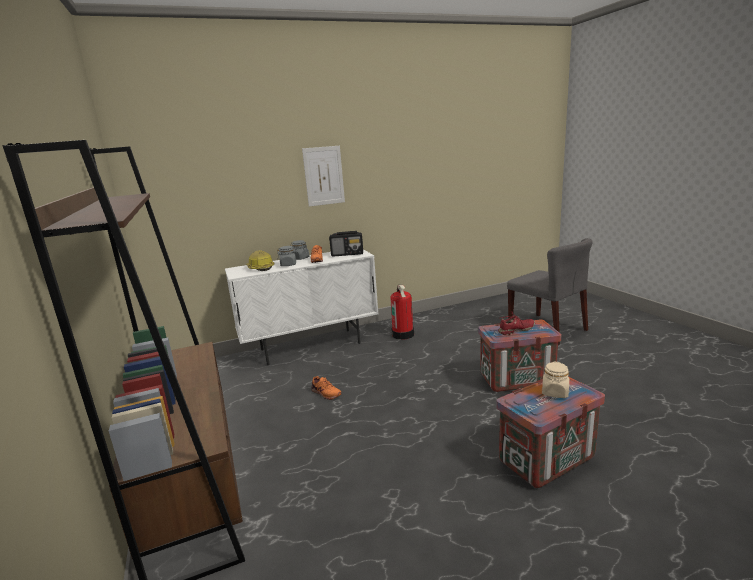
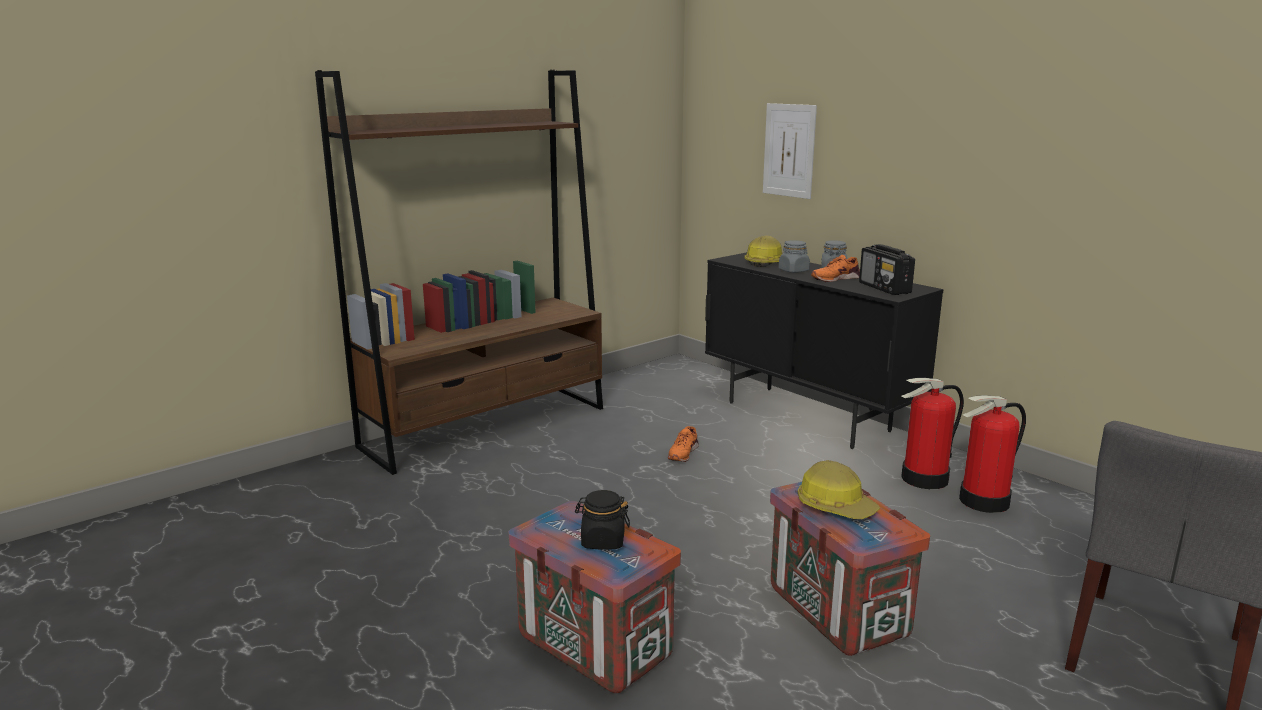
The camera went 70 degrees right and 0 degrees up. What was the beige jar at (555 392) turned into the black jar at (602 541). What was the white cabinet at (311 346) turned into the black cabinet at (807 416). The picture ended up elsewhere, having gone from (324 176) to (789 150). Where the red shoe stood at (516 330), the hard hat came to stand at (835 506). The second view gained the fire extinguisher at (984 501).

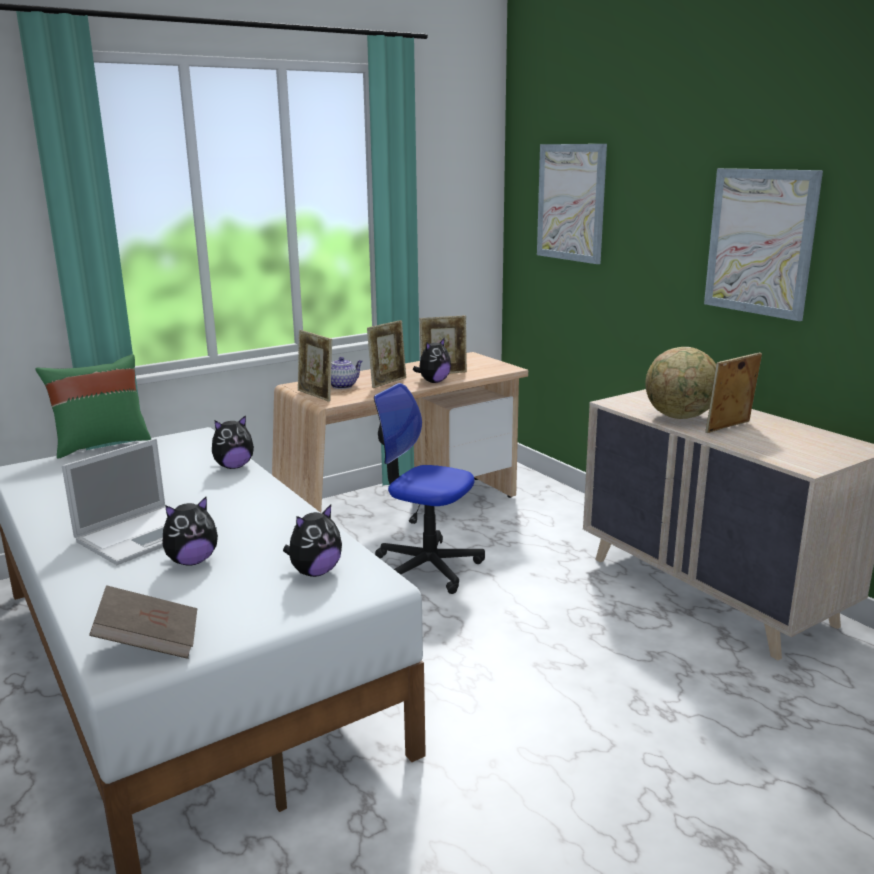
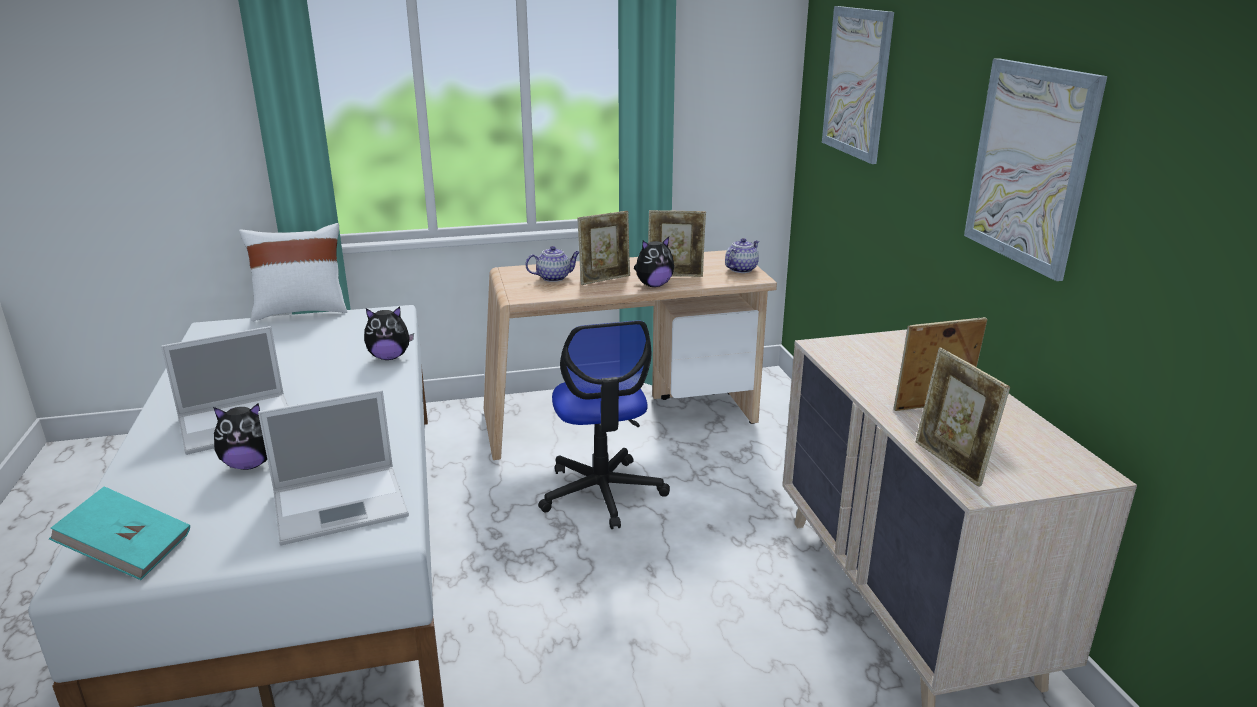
The camera went 20 degrees right and 5 degrees up. What was the brown book at (149 643) turned into the turquoise book at (129 552). What was the green pillow at (101 444) turned into the white pillow at (301 311). Where the plush toy stood at (315 572), the laptop came to stand at (343 504). The office chair at (427 567) ended up facing another way, 150 degrees counterclockwise from before. The second view gained the teapot at (741 269). The picture frame ended up elsewhere, having gone from (316 395) to (951 463). The second view lost the globe at (680 417).

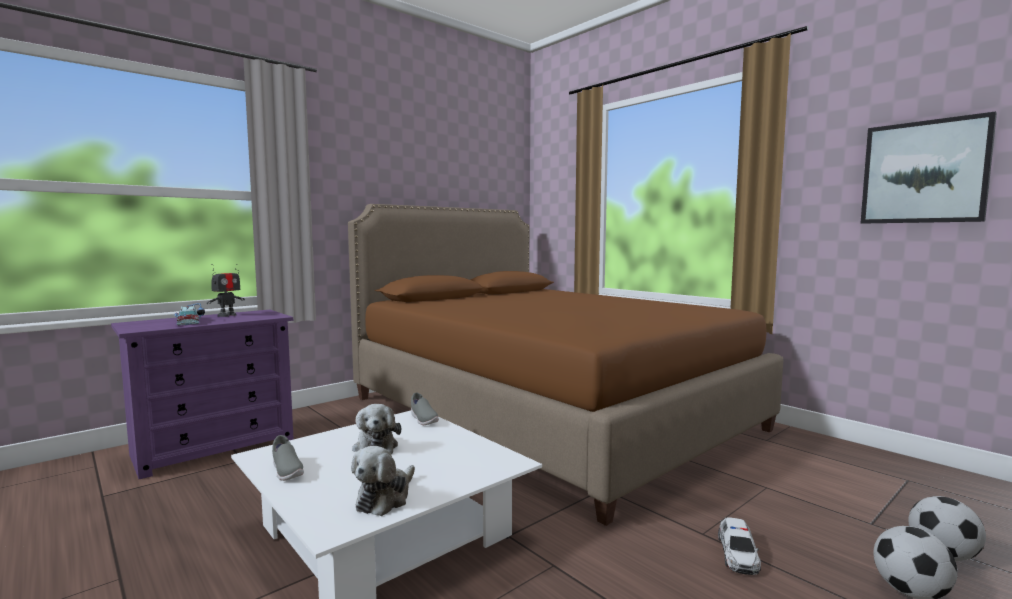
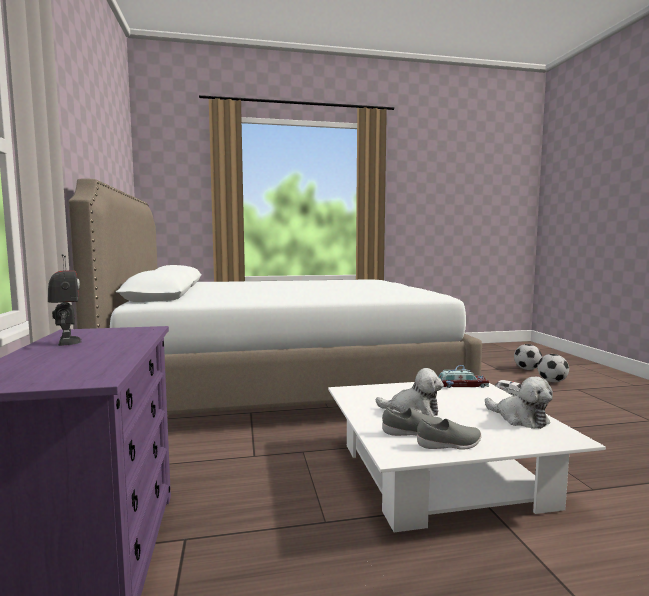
The camera went 60 degrees left and 0 degrees up. What was the brown bed at (546 413) turned into the white bed at (283 383). The grey shoe ended up elsewhere, having gone from (423 420) to (413 433). The toy car ended up elsewhere, having gone from (190 321) to (460 384). The second view lost the picture at (924 172).

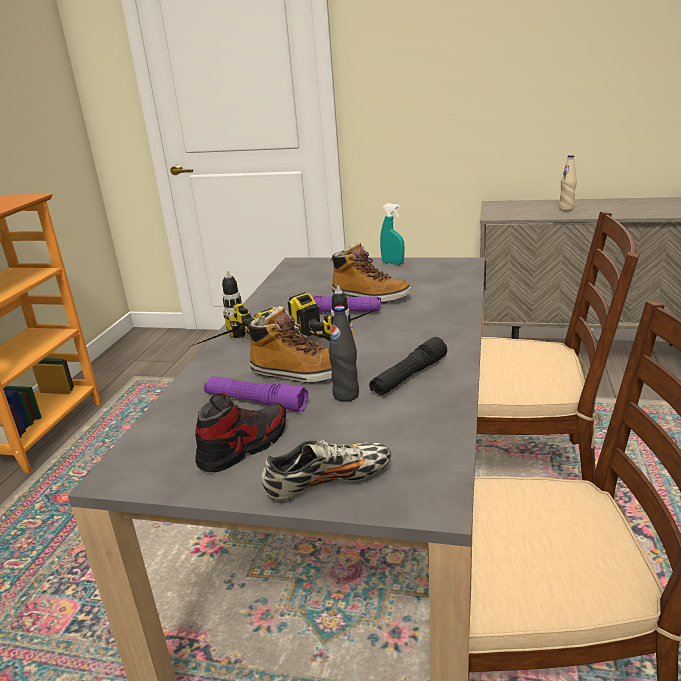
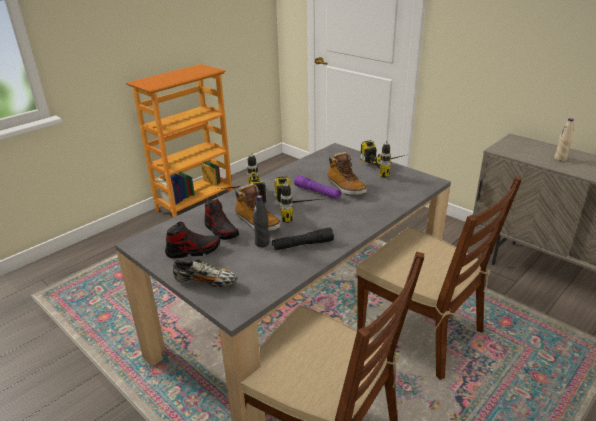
The camera went 30 degrees right and 5 degrees up. Where the purple flashlight stood at (256 402), the shoe came to stand at (221 230). Where the turquoise spray bottle stood at (392 263), the power drill came to stand at (388 167).

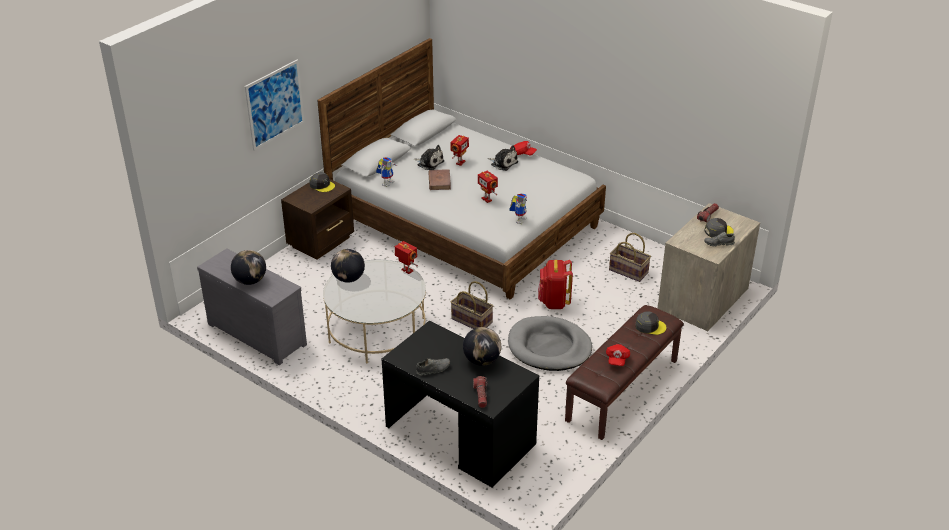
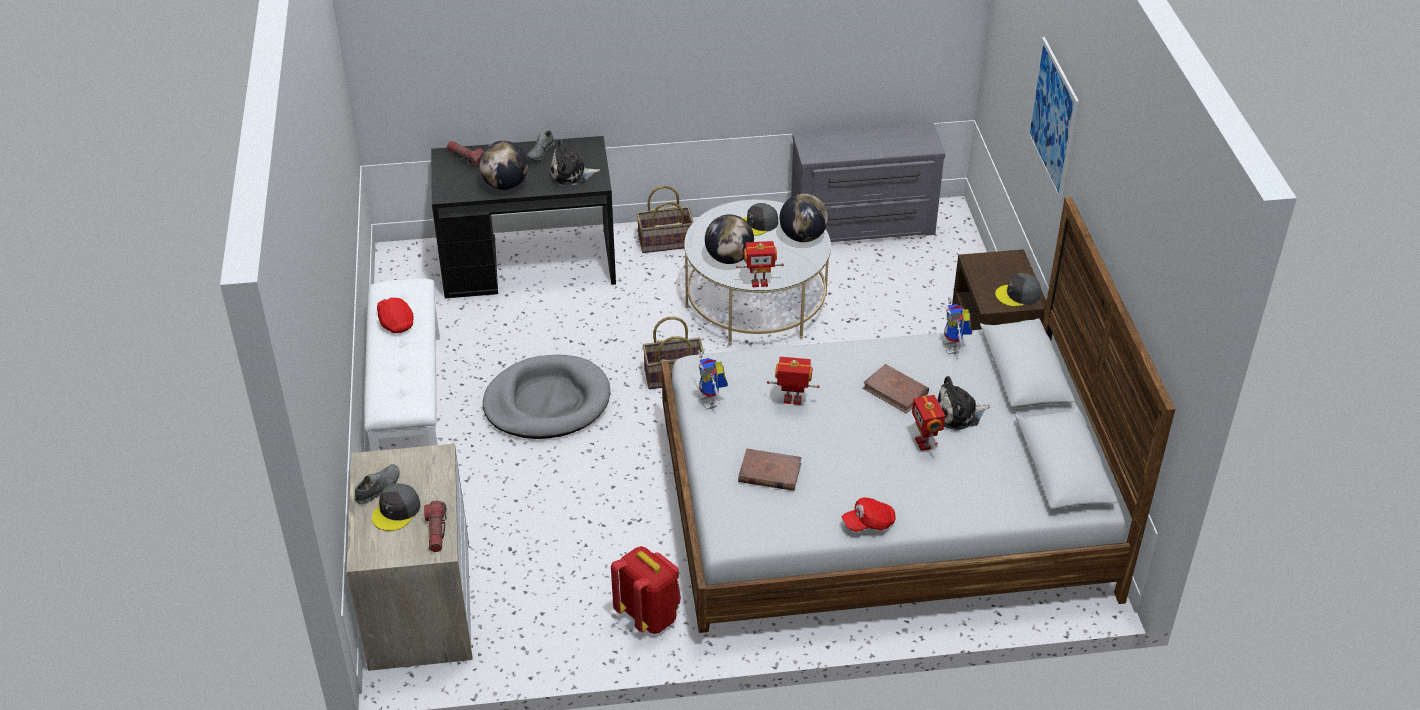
The camera went 135 degrees right and 5 degrees up. What was the brown bench at (623 390) turned into the white bench at (408 405). The plush toy ended up elsewhere, having gone from (503 163) to (571 174). The red backpack ended up elsewhere, having gone from (554 302) to (649 615). The basket ended up elsewhere, having gone from (629 271) to (665 243). The globe ended up elsewhere, having gone from (250 281) to (729 258). The second view gained the brown book at (769 473). The grey cap ended up elsewhere, having gone from (650 326) to (758 224).

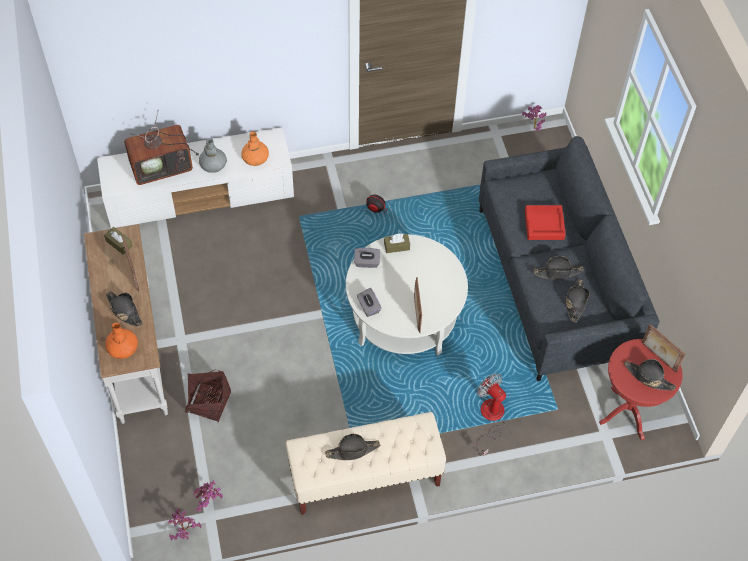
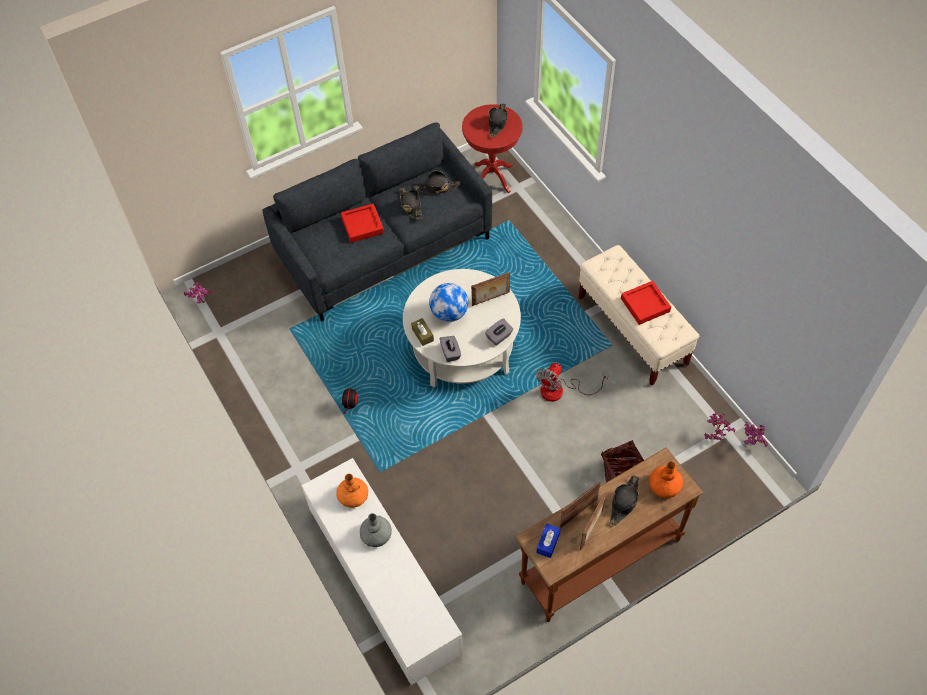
The camera went 105 degrees left and 0 degrees up. The second view gained the globe at (449 313). What was the white console table at (137 353) turned into the brown console table at (599 560). The fan ended up elsewhere, having gone from (490 418) to (560 390). What was the brown tissue box at (119 243) turned into the blue tissue box at (548 543). The picture frame ended up elsewhere, having gone from (658 357) to (591 530). Where the black hat stood at (353 450), the red tray came to stand at (645 305). The second view lost the television at (163 166).

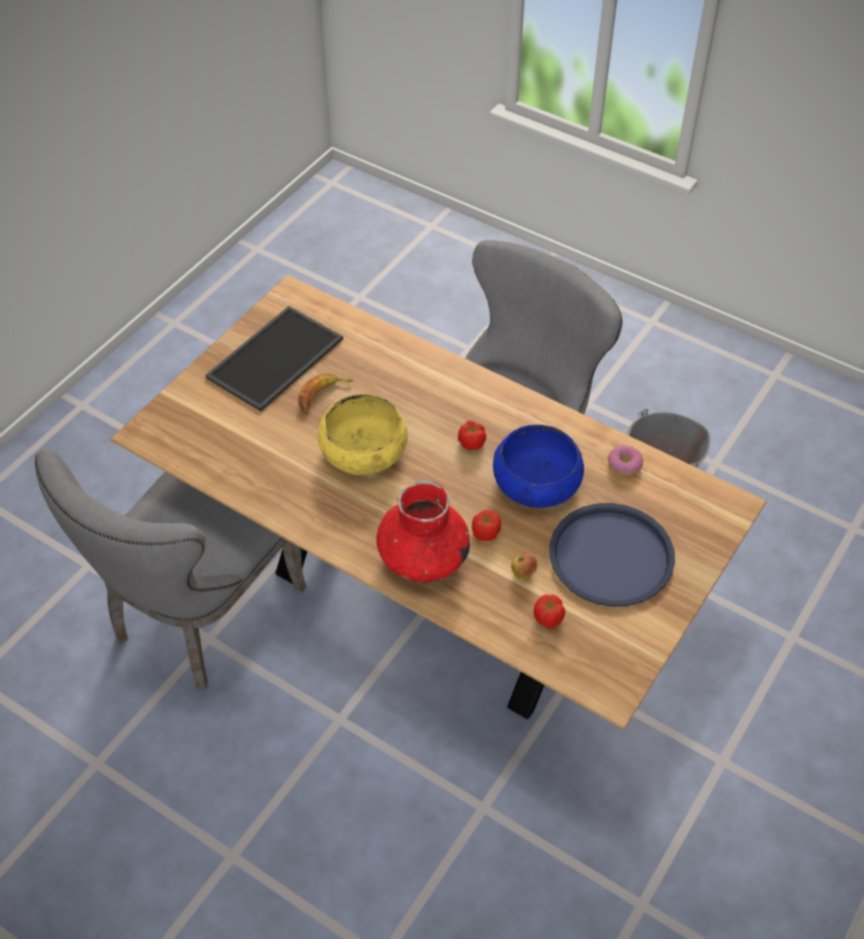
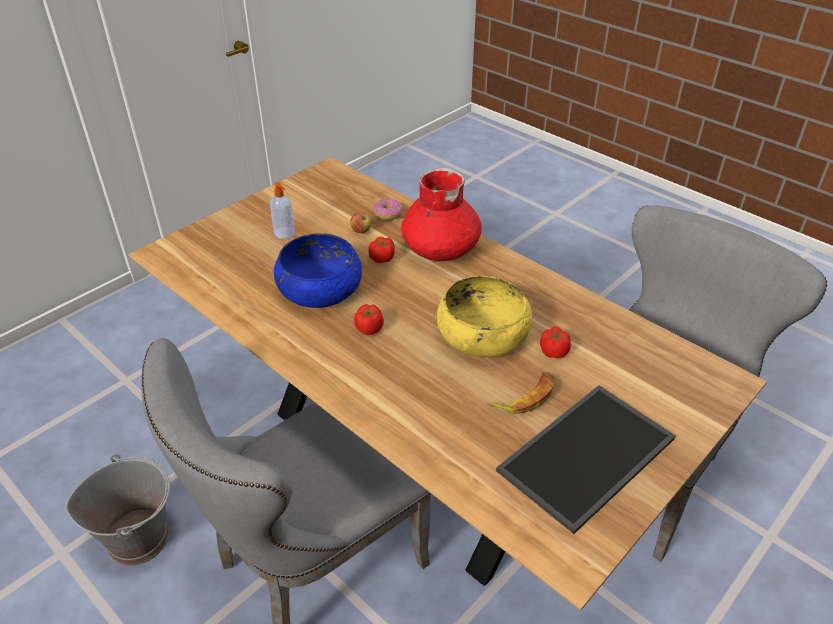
The camera went 170 degrees left and 10 degrees down. Where the blue tray stood at (611 556), the soap dispenser came to stand at (285 233). The donut ended up elsewhere, having gone from (624 465) to (388 214). The tomato ended up elsewhere, having gone from (548 618) to (554 351).

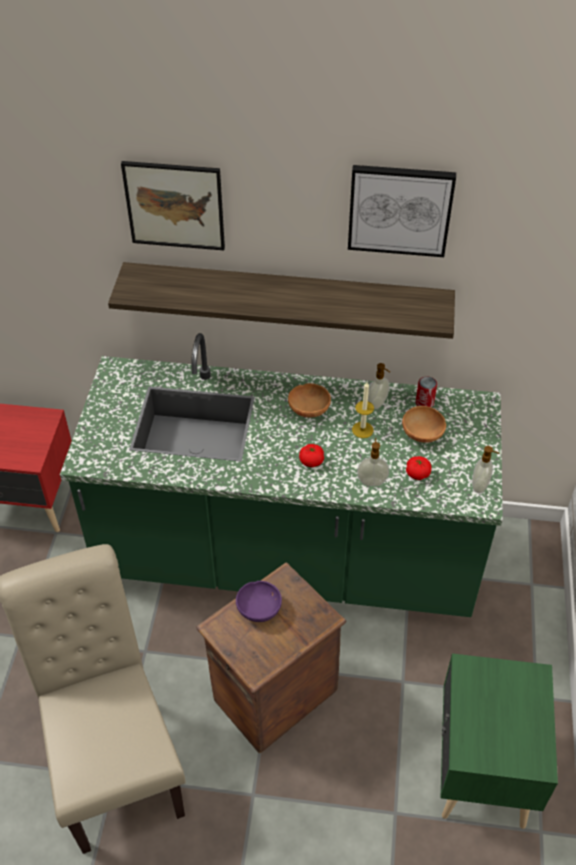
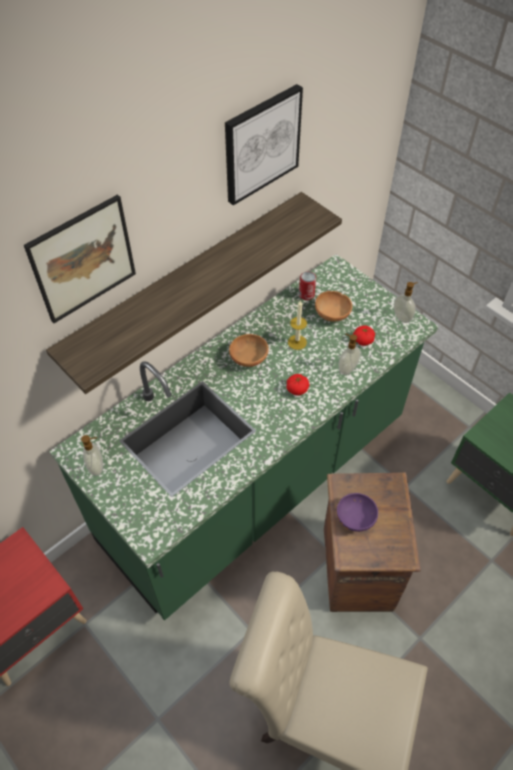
The camera went 50 degrees left and 5 degrees up. The soap dispenser ended up elsewhere, having gone from (378 404) to (97 467).

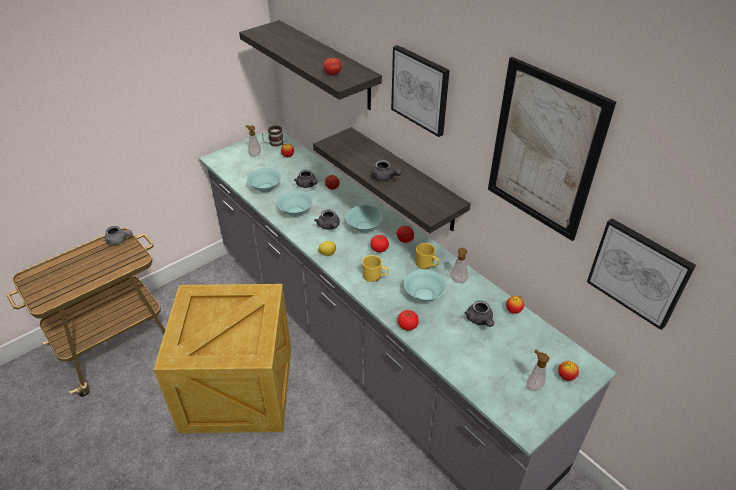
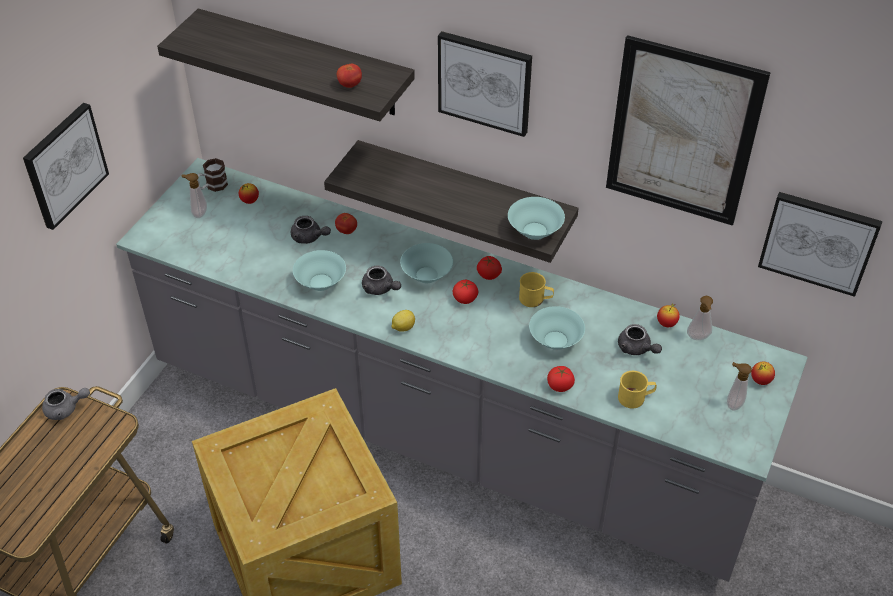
The camera went 25 degrees left and 5 degrees up. The second view gained the picture at (64 165). The turquoise bowl ended up elsewhere, having gone from (266 188) to (535 231). The yellow mug ended up elsewhere, having gone from (375 276) to (635 397). The soap dispenser ended up elsewhere, having gone from (458 281) to (698 338). The second view lost the grey teapot at (385 178).

